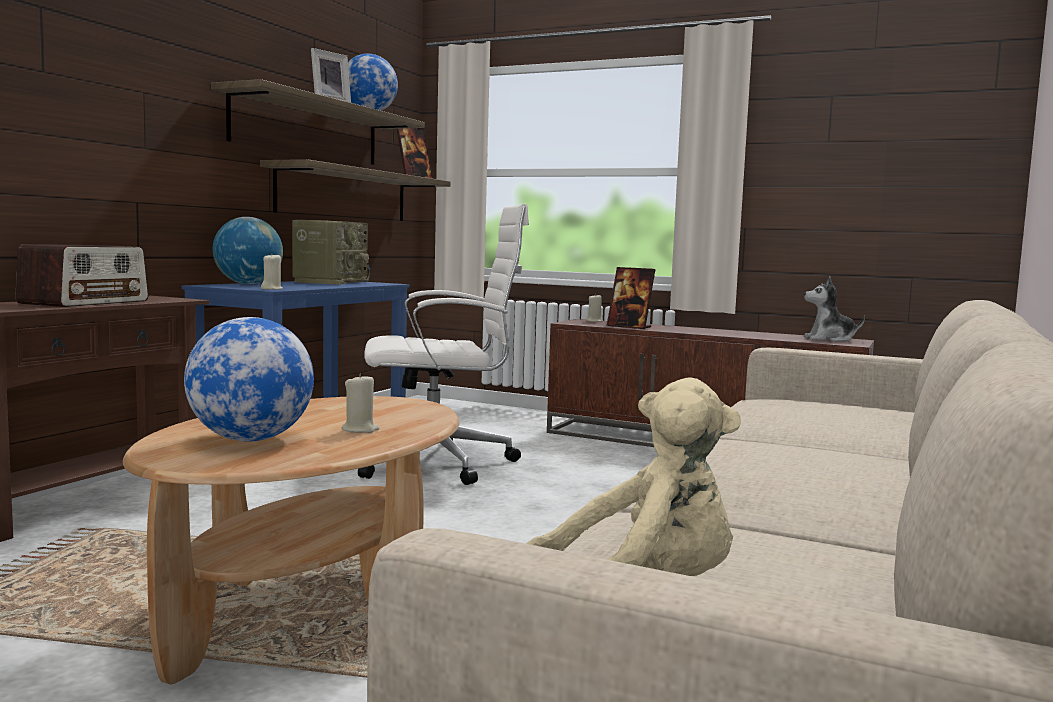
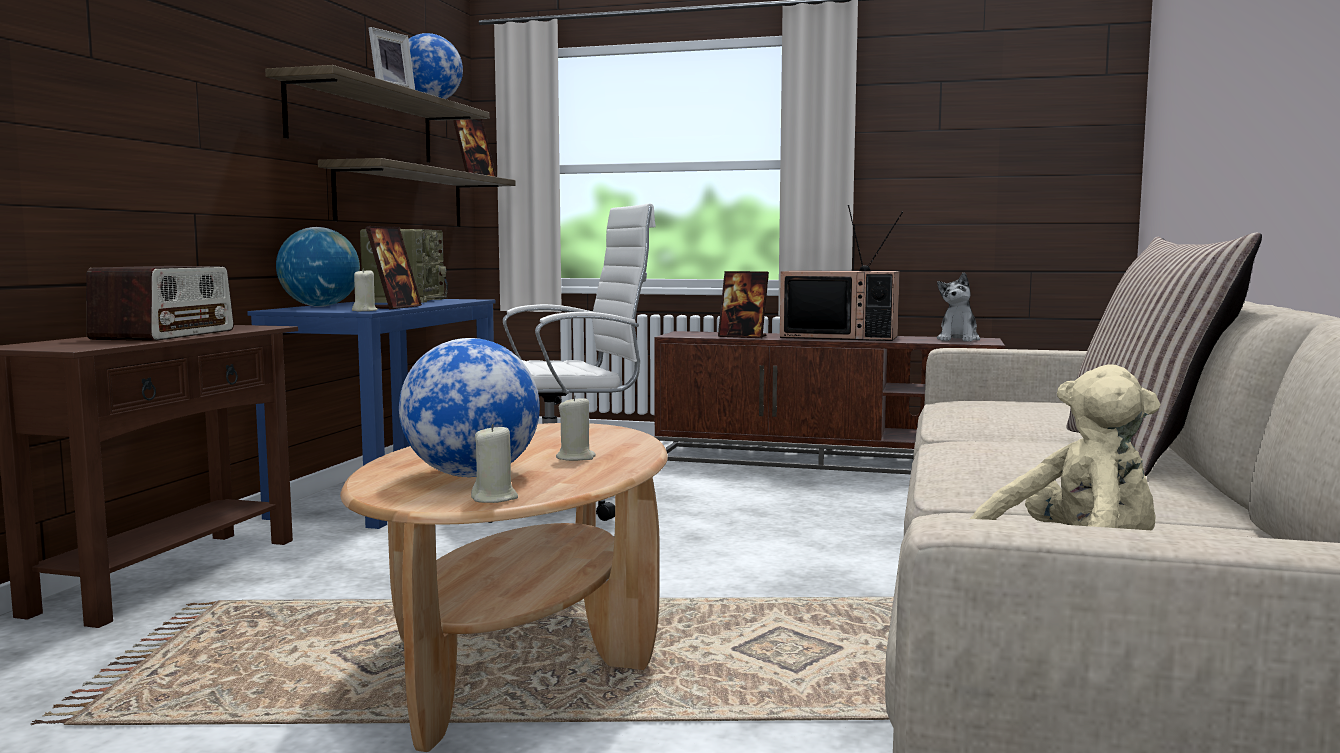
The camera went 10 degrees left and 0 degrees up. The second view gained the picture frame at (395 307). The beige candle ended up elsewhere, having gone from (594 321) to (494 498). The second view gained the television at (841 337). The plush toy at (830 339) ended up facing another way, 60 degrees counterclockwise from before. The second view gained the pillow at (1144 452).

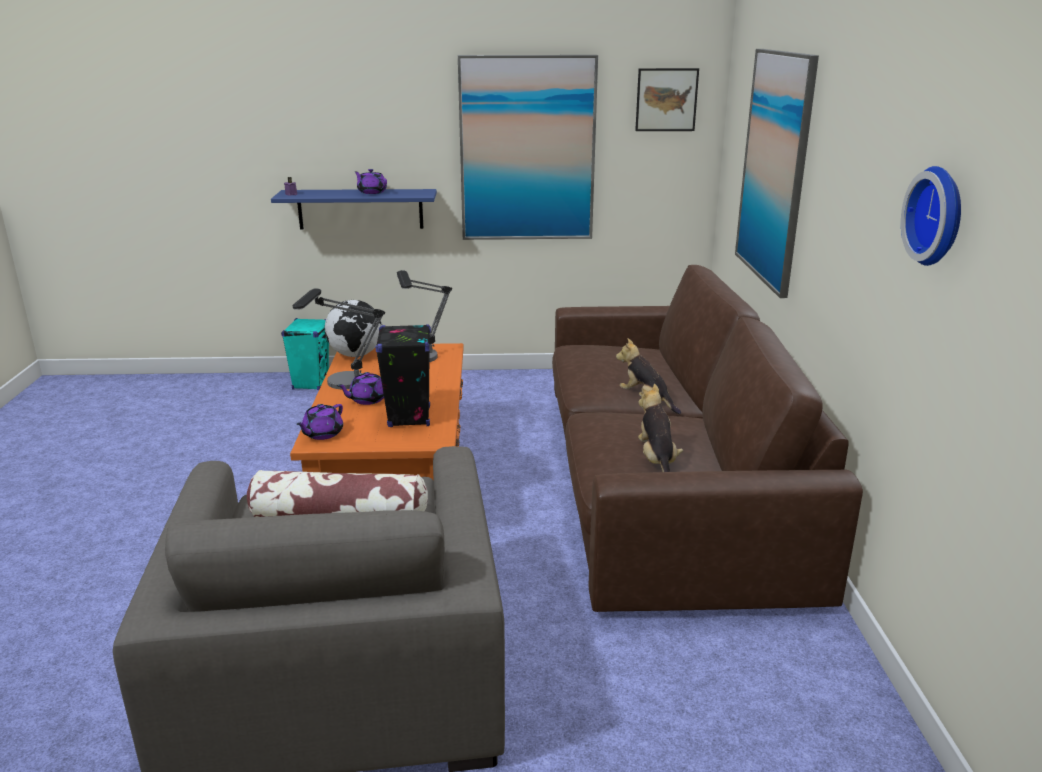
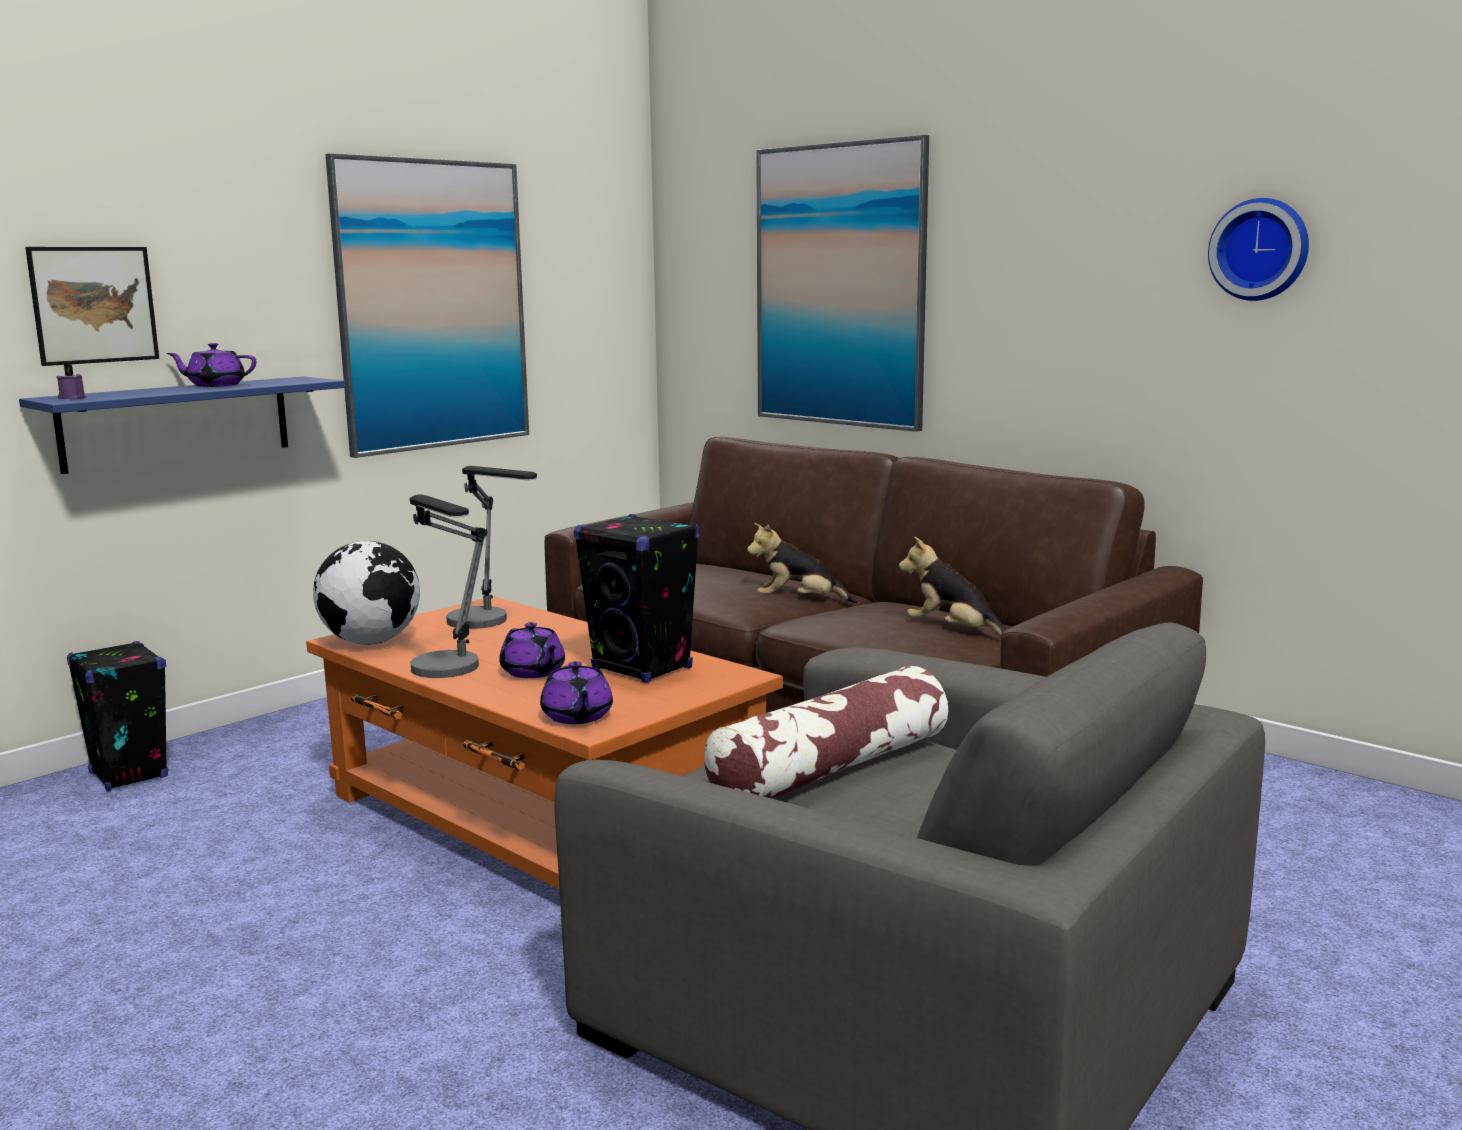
The camera went 45 degrees left and 10 degrees down. The picture ended up elsewhere, having gone from (666 100) to (93 305). What was the turquoise speaker at (311 383) turned into the black speaker at (128 775). The purple teapot at (367 400) ended up facing another way, 45 degrees counterclockwise from before.

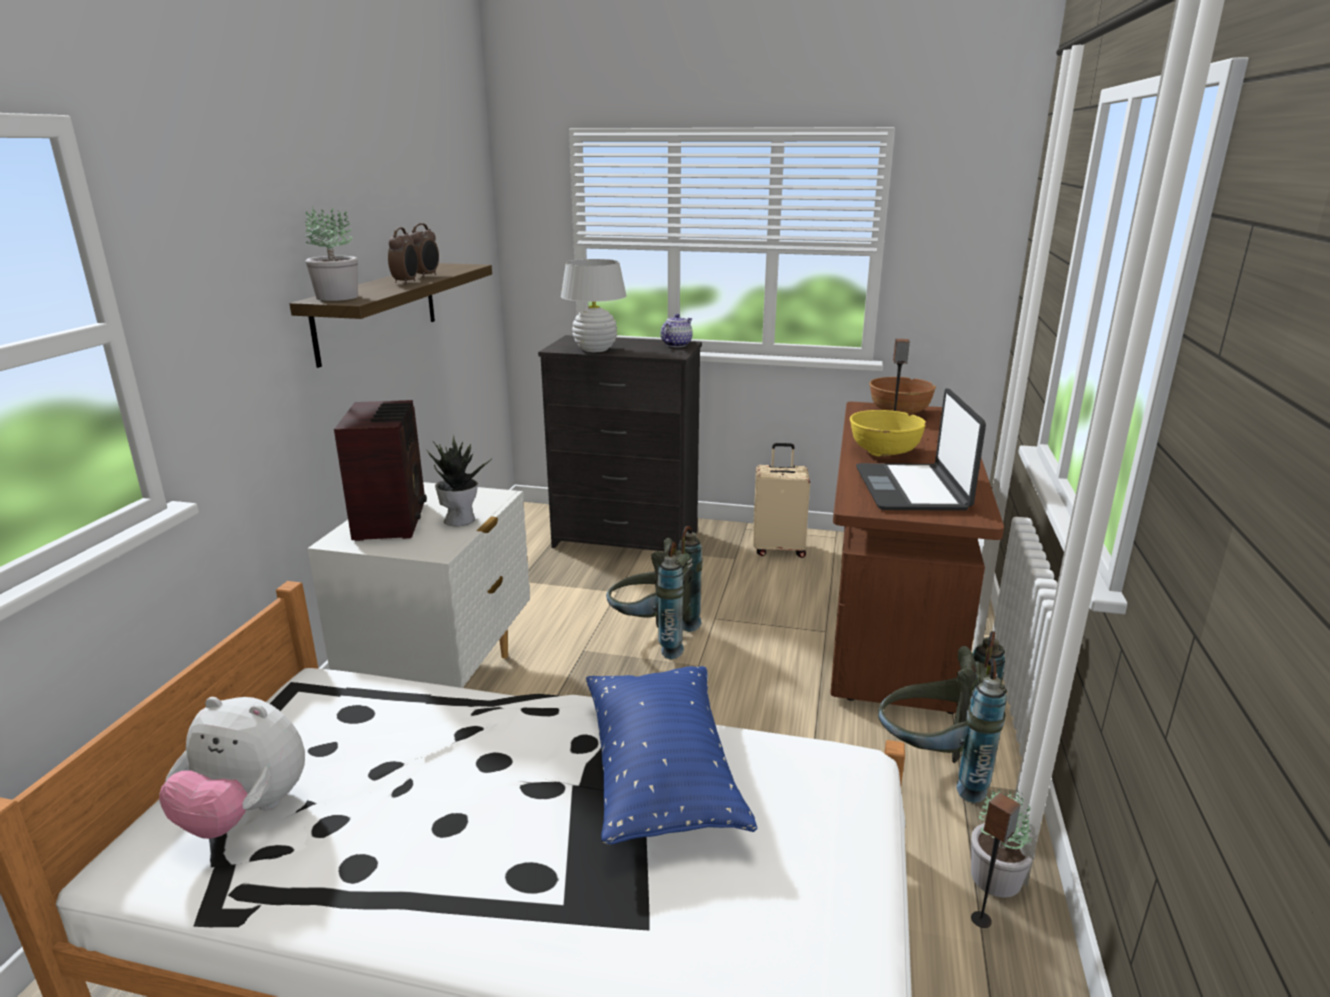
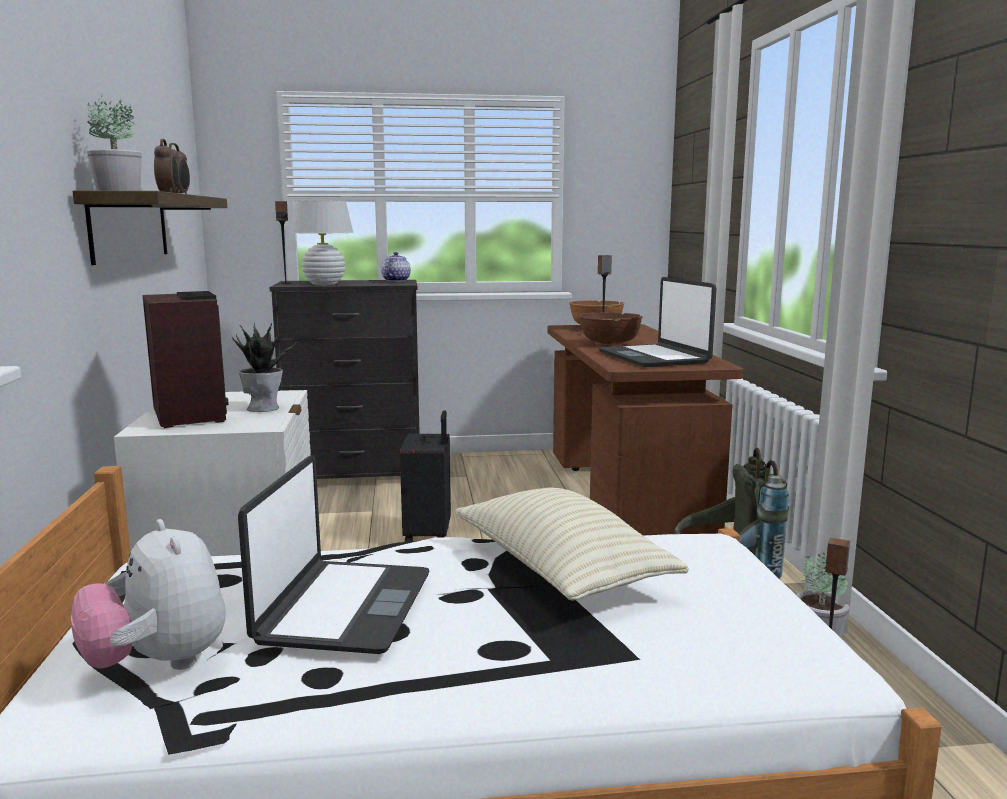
The camera went 20 degrees left and 10 degrees down. The plush toy at (245 813) ended up facing another way, 60 degrees clockwise from before. The second view gained the laptop at (343 608). The second view gained the speaker at (285 283). Where the grey backpack stood at (653 637), the black suitcase came to stand at (429 536). What was the blue pillow at (661 773) turned into the beige pillow at (561 569). What was the yellow bowl at (884 452) turned into the brown bowl at (609 344). The second view lost the beige suitcase at (779 549).

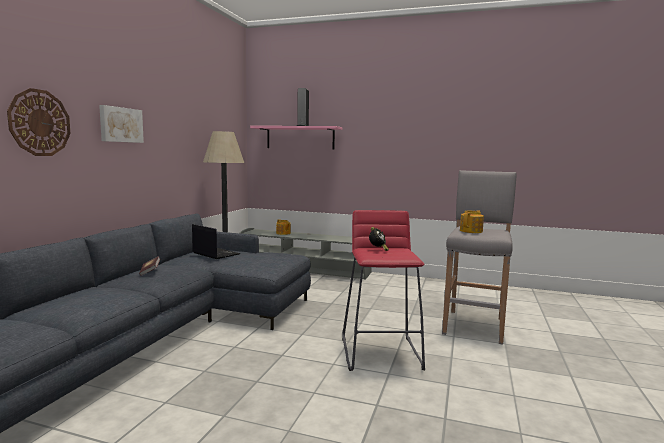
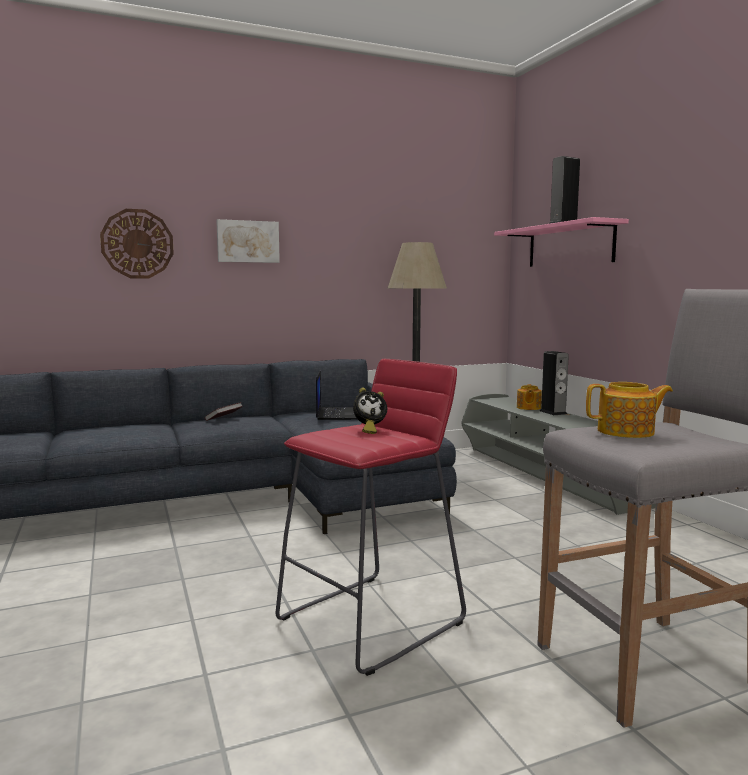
The camera went 50 degrees right and 0 degrees up. The second view gained the speaker at (553 412).

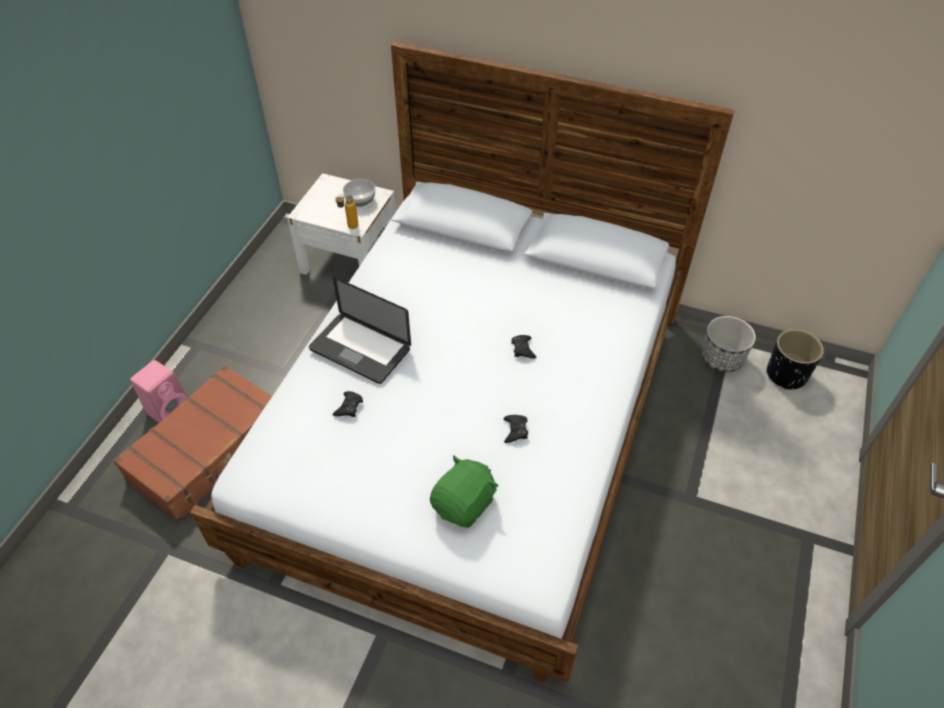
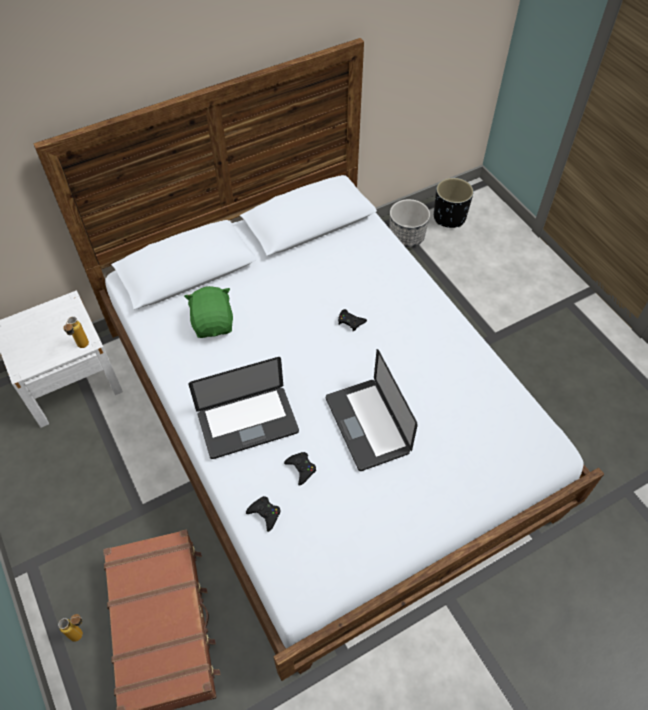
The camera went 50 degrees left and 5 degrees up. Where the pink speaker stood at (169 409), the bottle came to stand at (82 633). The green plush toy ended up elsewhere, having gone from (464 504) to (213 323). The black game controller ended up elsewhere, having gone from (515 430) to (265 514). The second view gained the laptop at (367 425). The second view lost the bowl at (360 201).

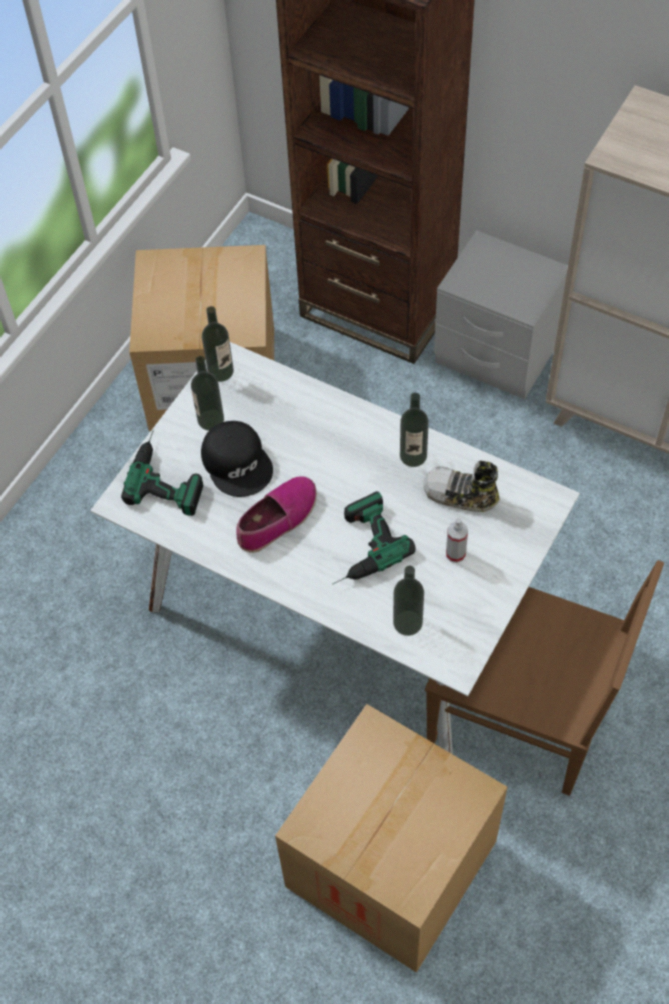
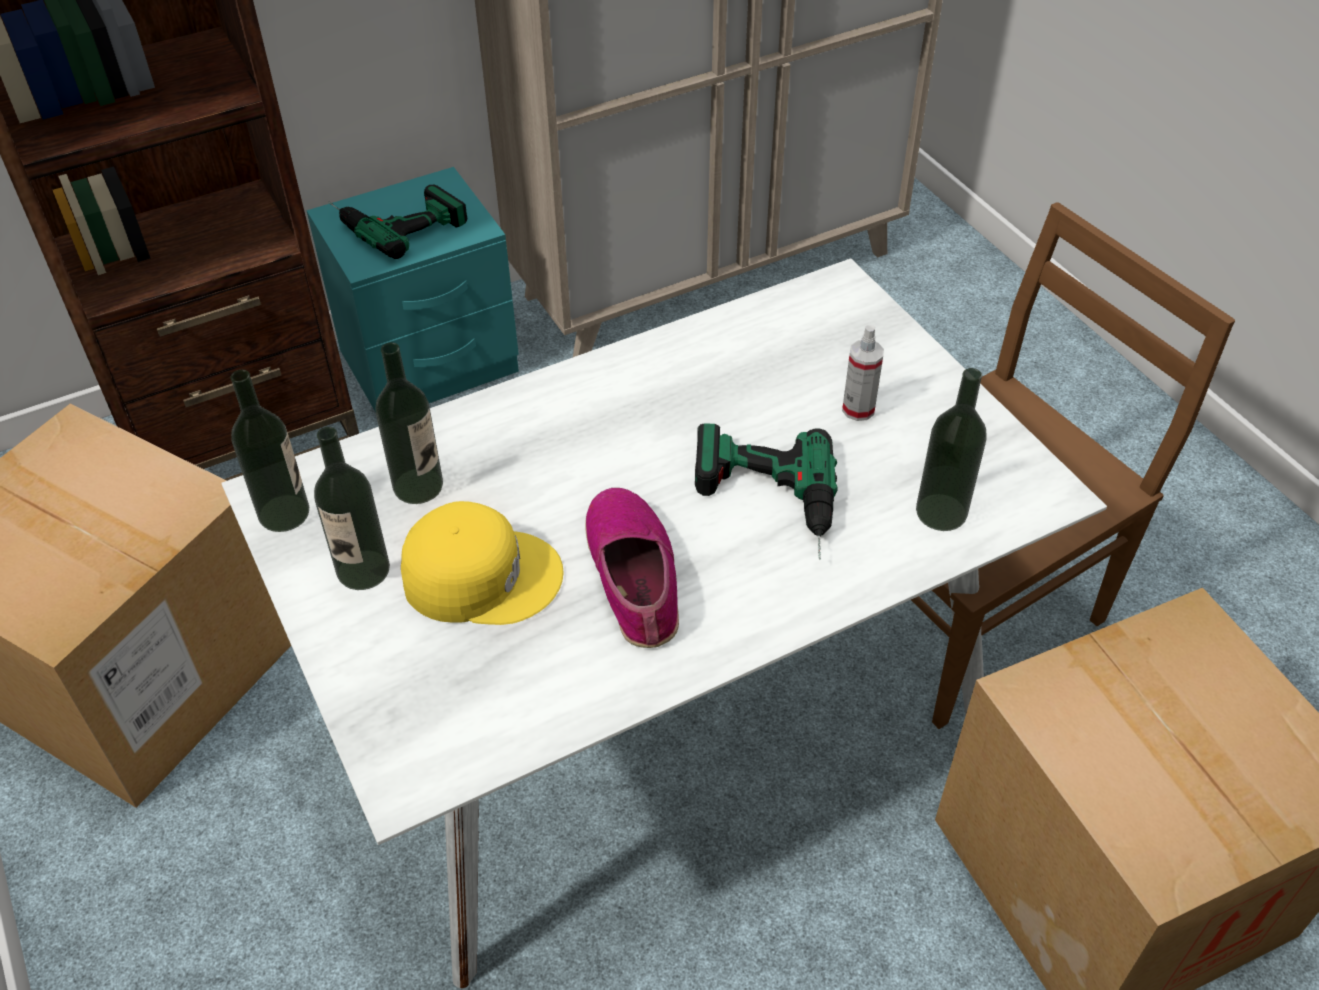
The camera went 60 degrees left and 10 degrees down. What was the grey nightstand at (496 354) turned into the turquoise nightstand at (429 362). The power drill ended up elsewhere, having gone from (168 474) to (394 220). The bottle ended up elsewhere, having gone from (413 456) to (418 486). What was the black cap at (238 462) turned into the yellow cap at (481 574). The second view lost the shoe at (460 495).

